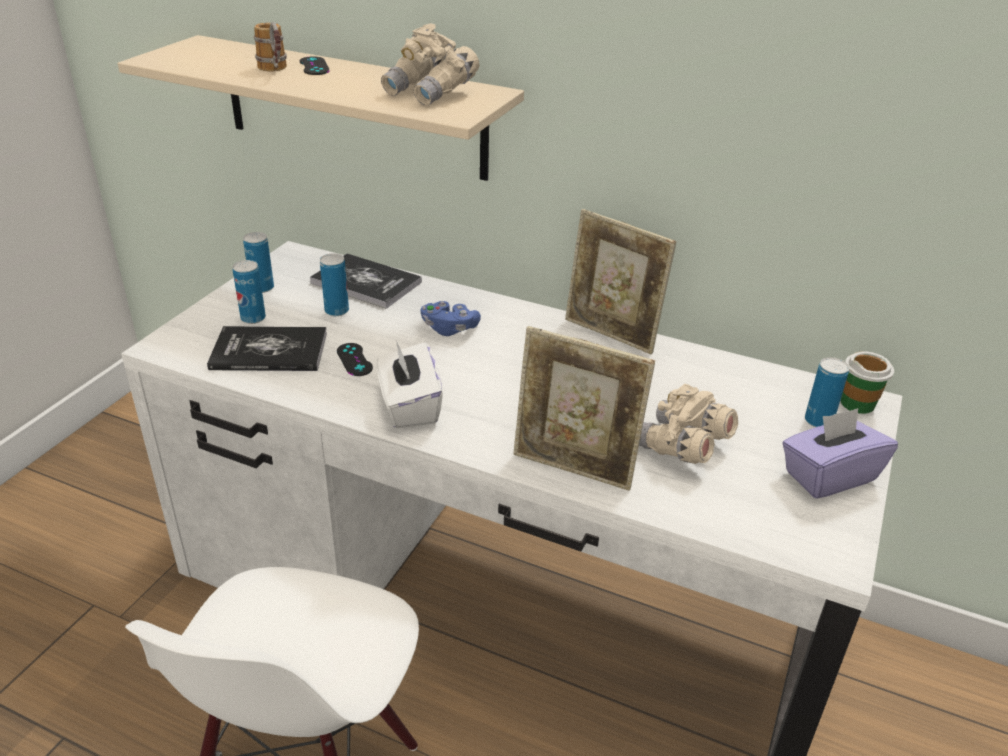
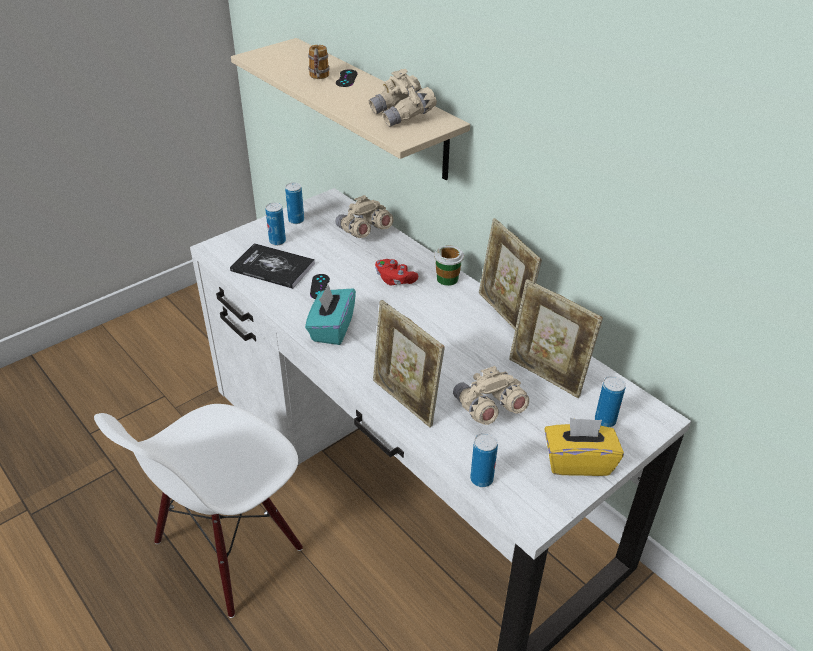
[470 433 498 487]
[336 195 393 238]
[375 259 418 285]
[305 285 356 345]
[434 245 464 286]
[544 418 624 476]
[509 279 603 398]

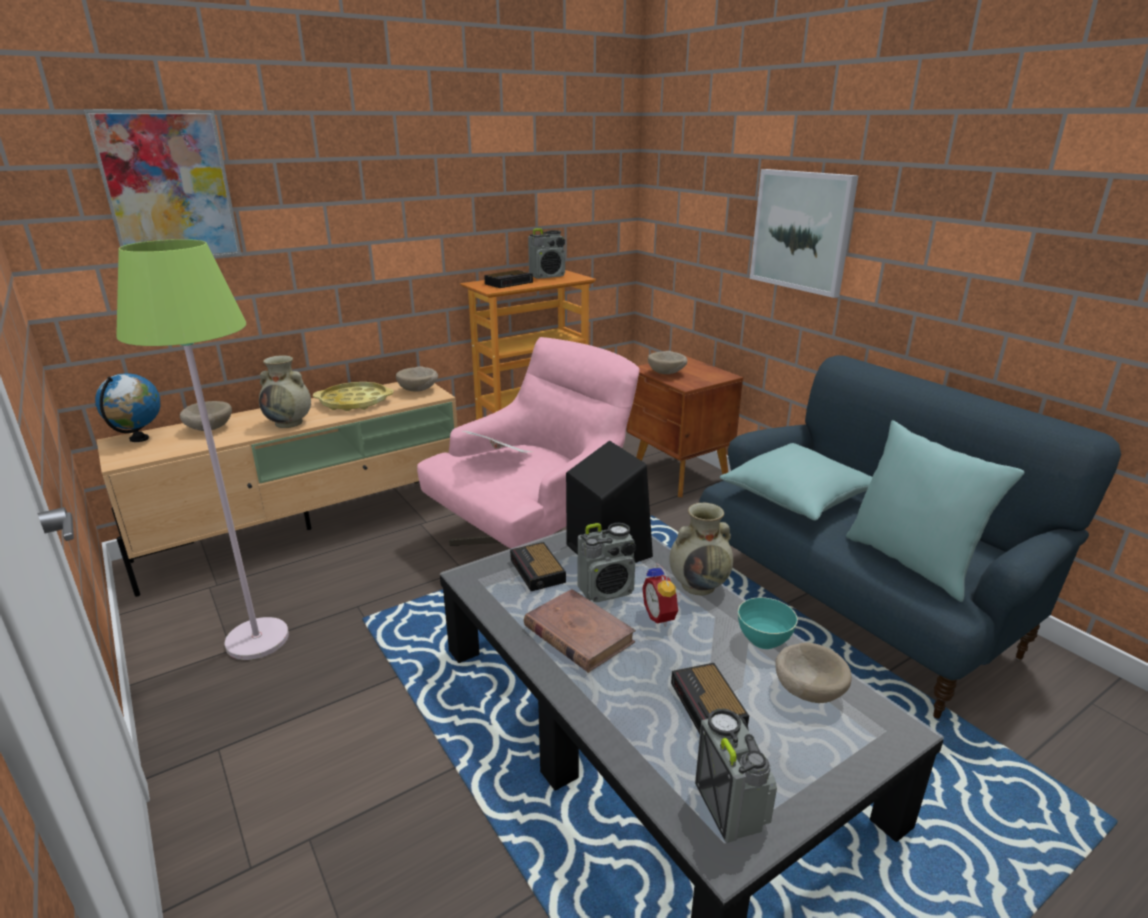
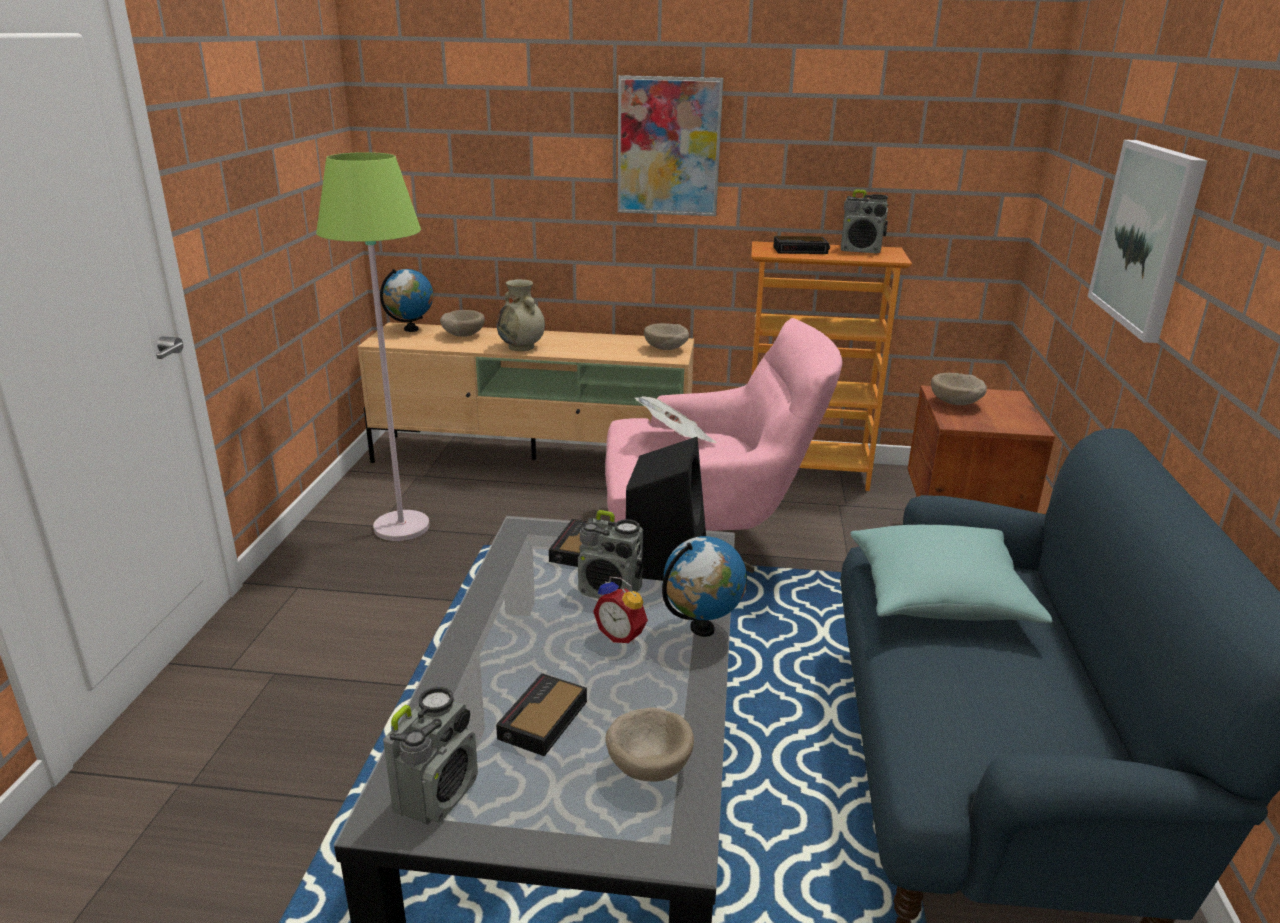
[618 75 723 216]
[313 382 394 411] (first image)
[846 420 1024 602] (first image)
[662 536 747 637]
[593 576 648 644]
[524 589 636 673] (first image)
[738 597 798 649] (first image)

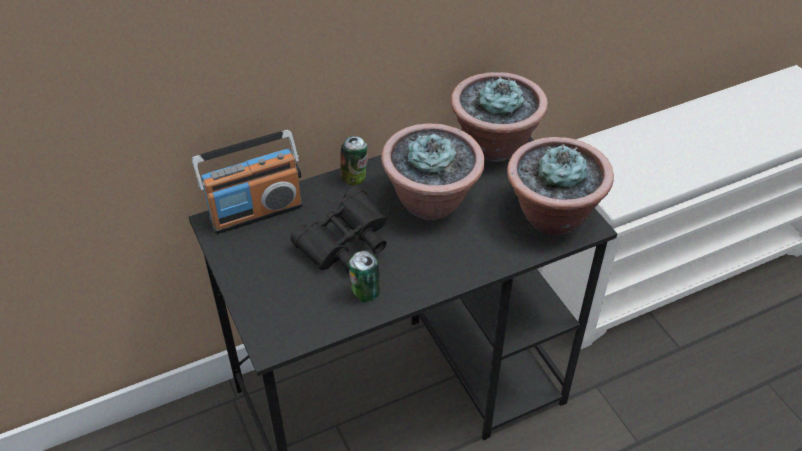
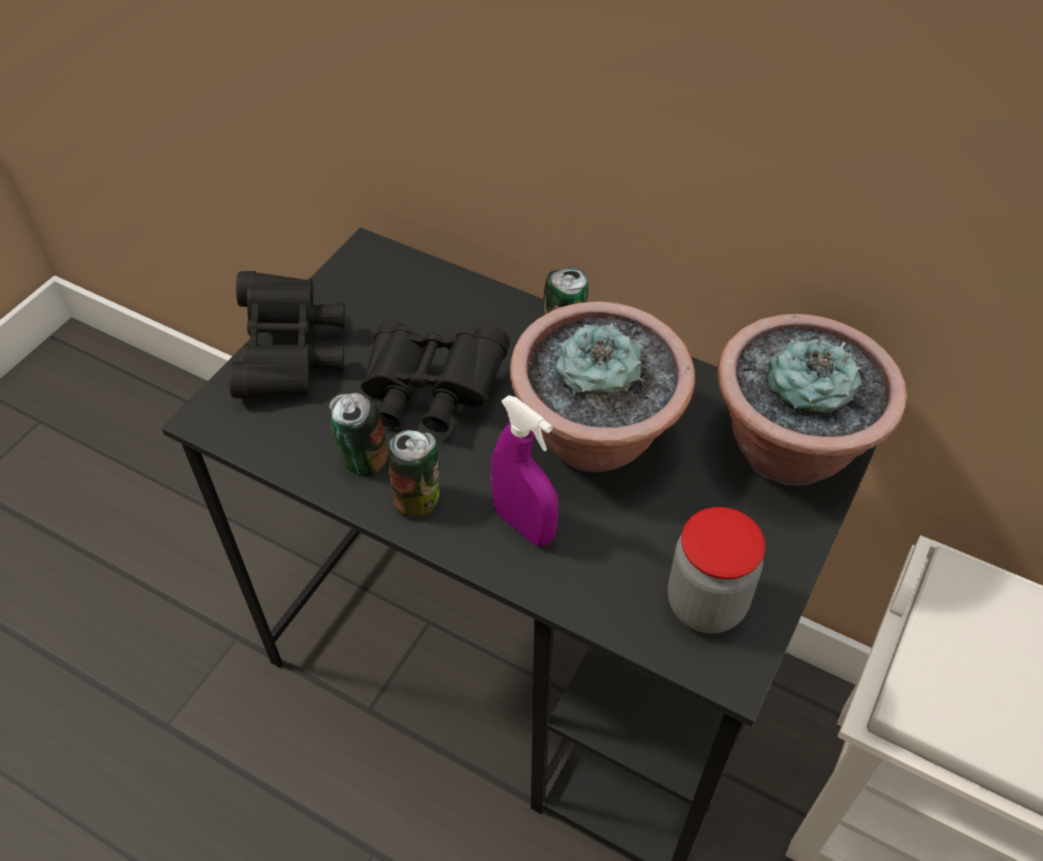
[192 130 303 234] (first image)
[668 507 765 634]
[229 271 345 399]
[491 395 558 546]
[387 430 439 517]

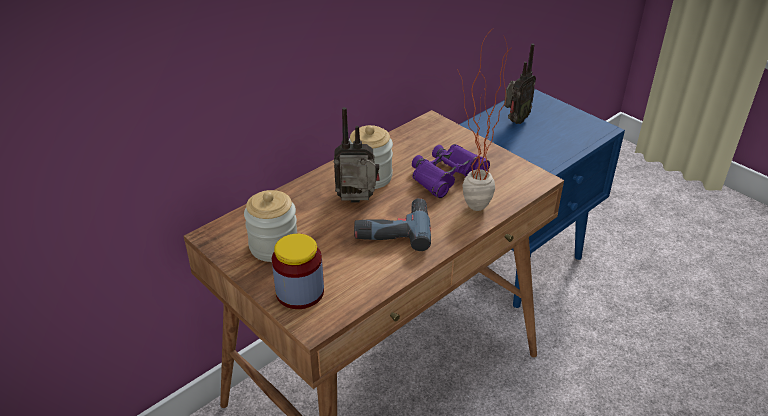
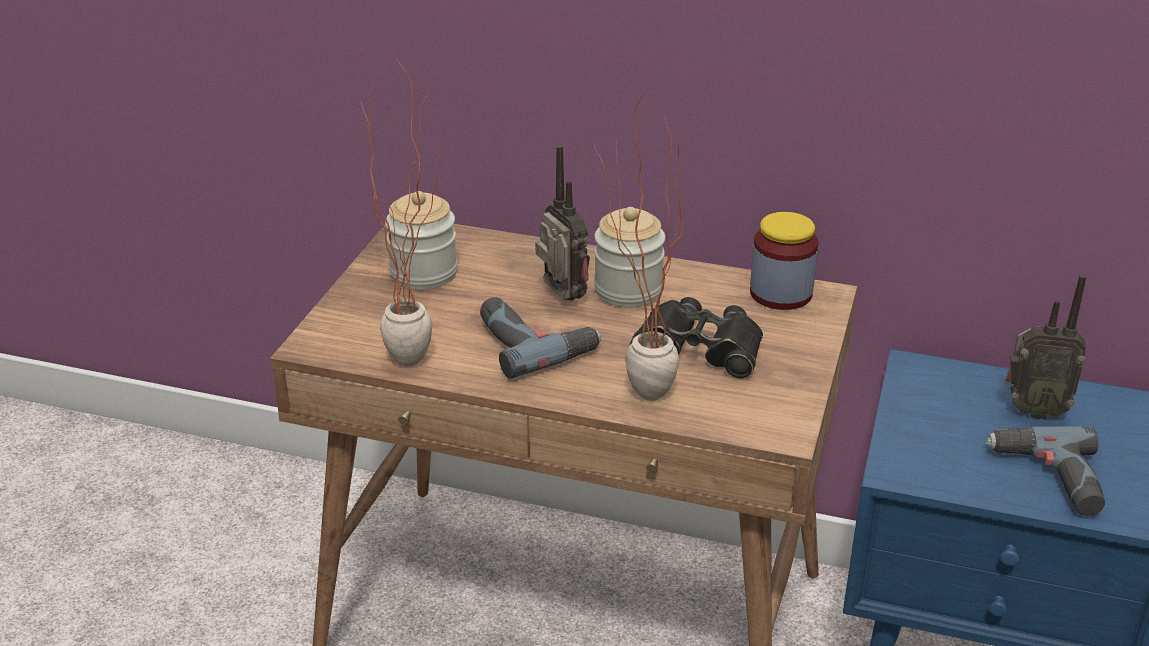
[630 297 763 379]
[750 212 819 310]
[361 60 446 367]
[986 426 1105 516]

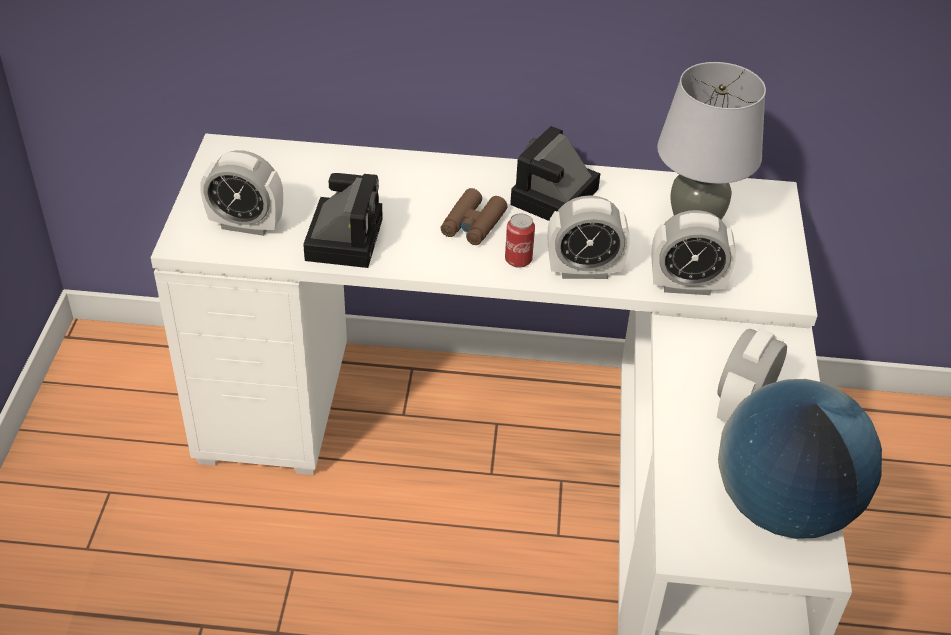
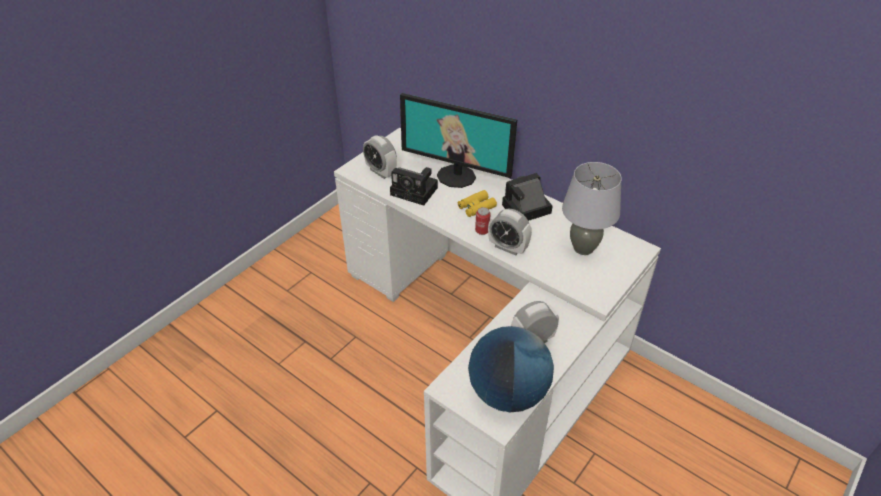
[390 167 438 206]
[458 190 497 217]
[651 210 736 295] (first image)
[400 93 517 188]

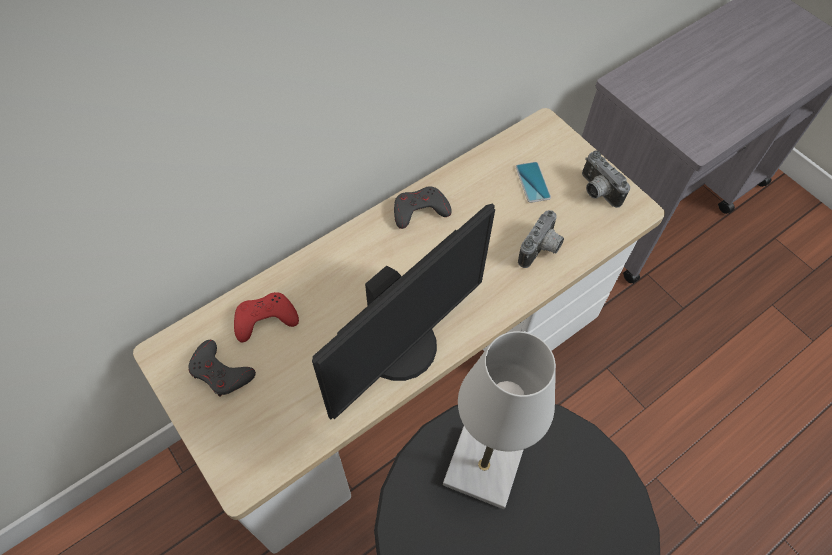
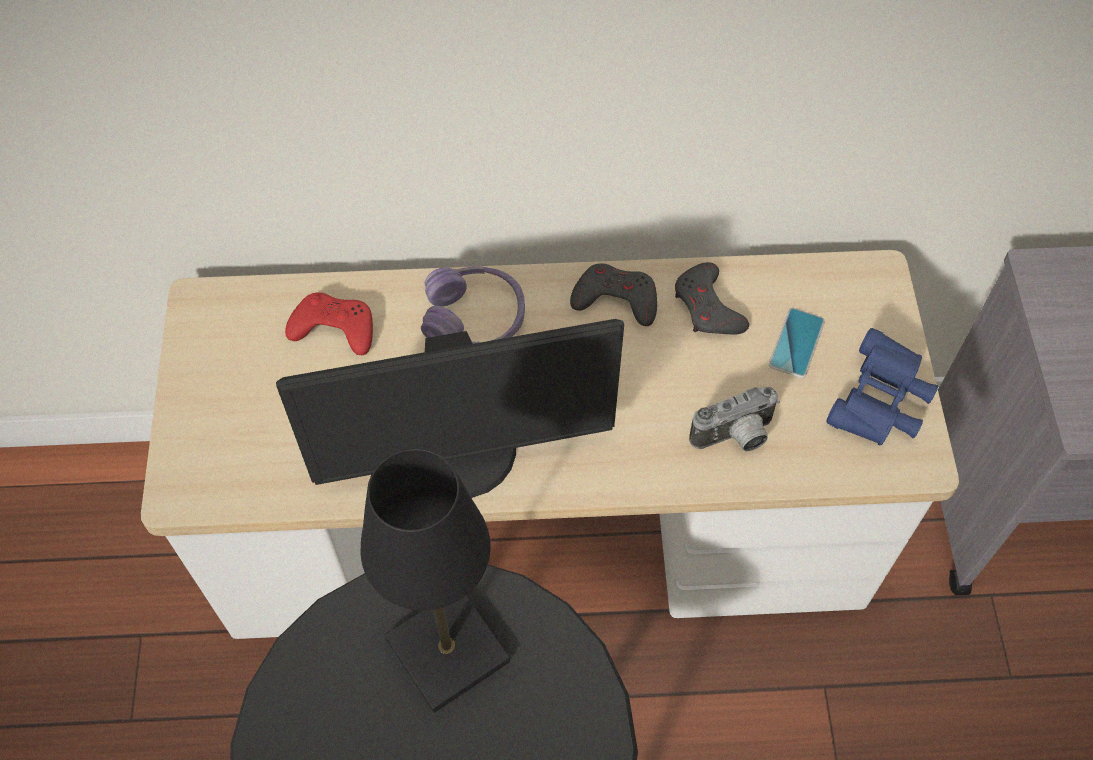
[826 328 938 445]
[361 448 510 713]
[675 262 749 334]
[421 267 525 344]

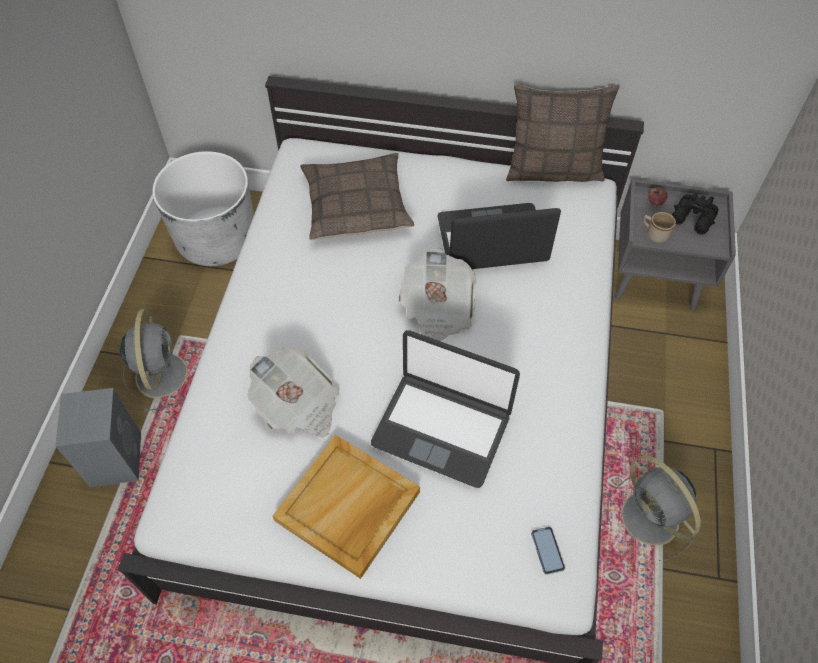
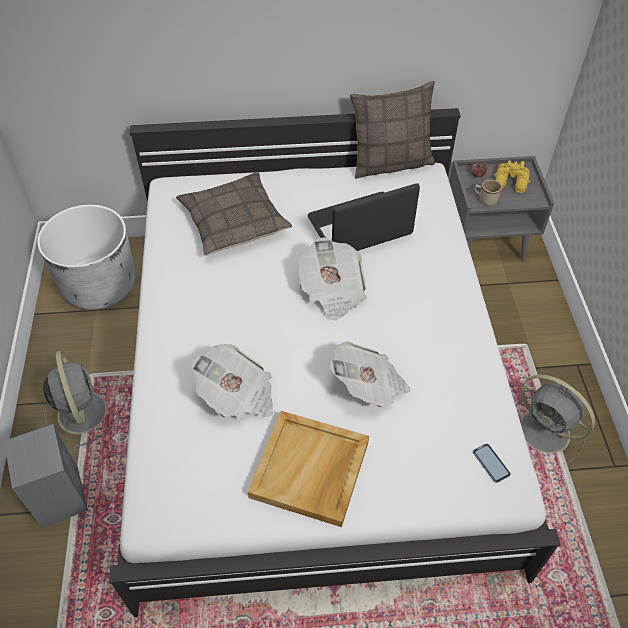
[494 160 531 193]
[329 342 410 407]

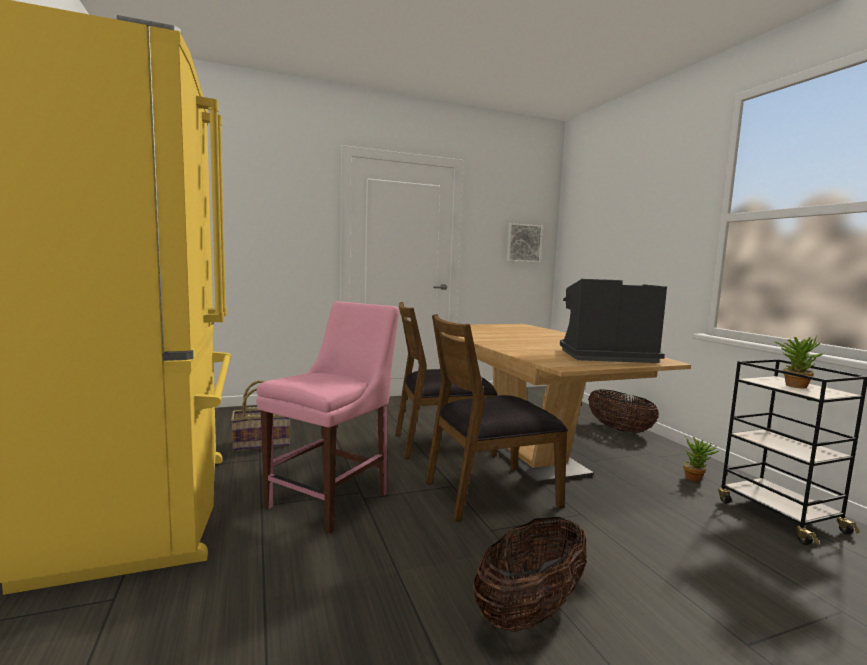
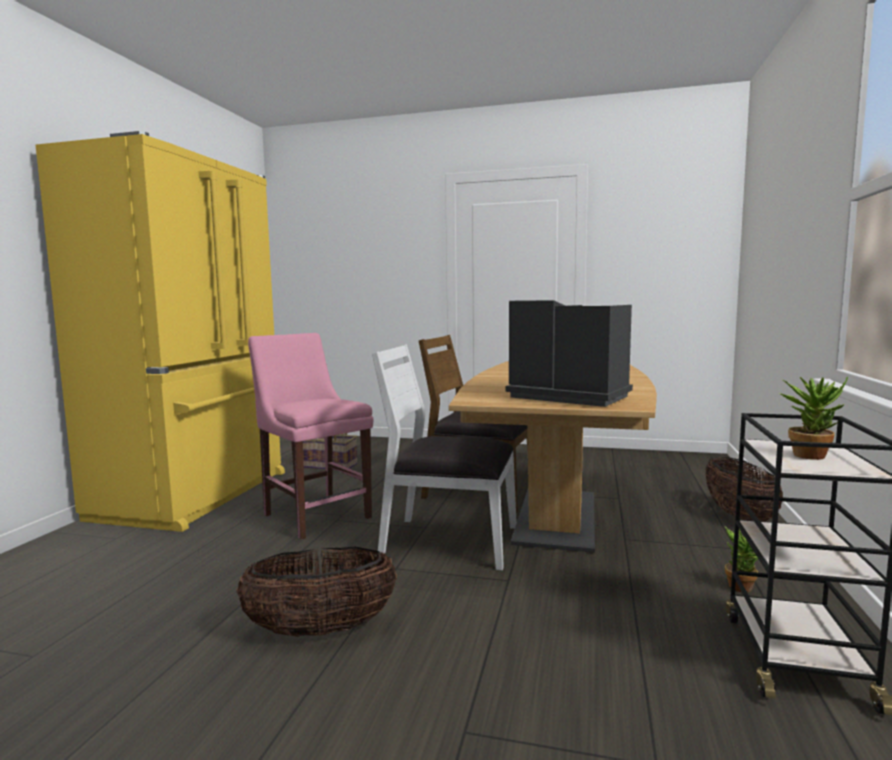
[506 223 543 262] (first image)
[248 333 374 540]
[372 344 517 571]

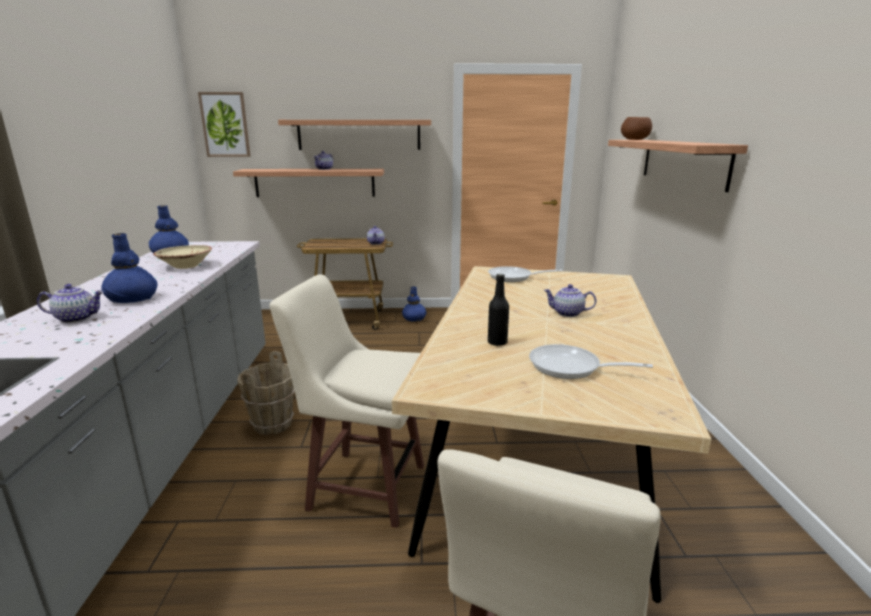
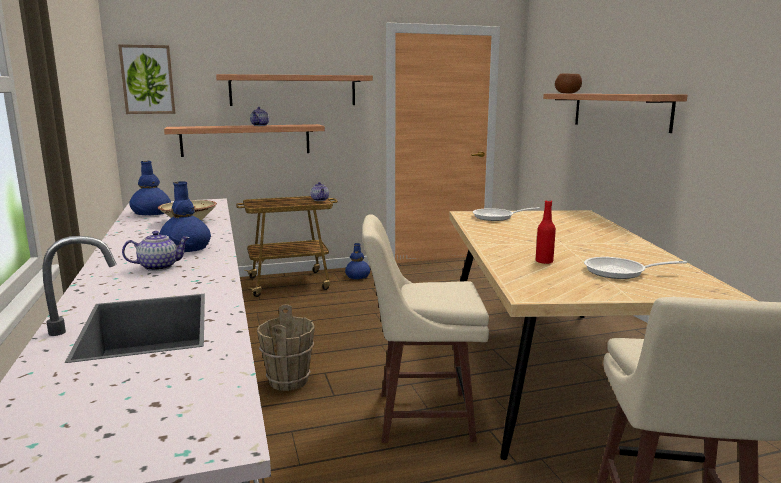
[536 200 556 264]
[544 284 596 317] (first image)

